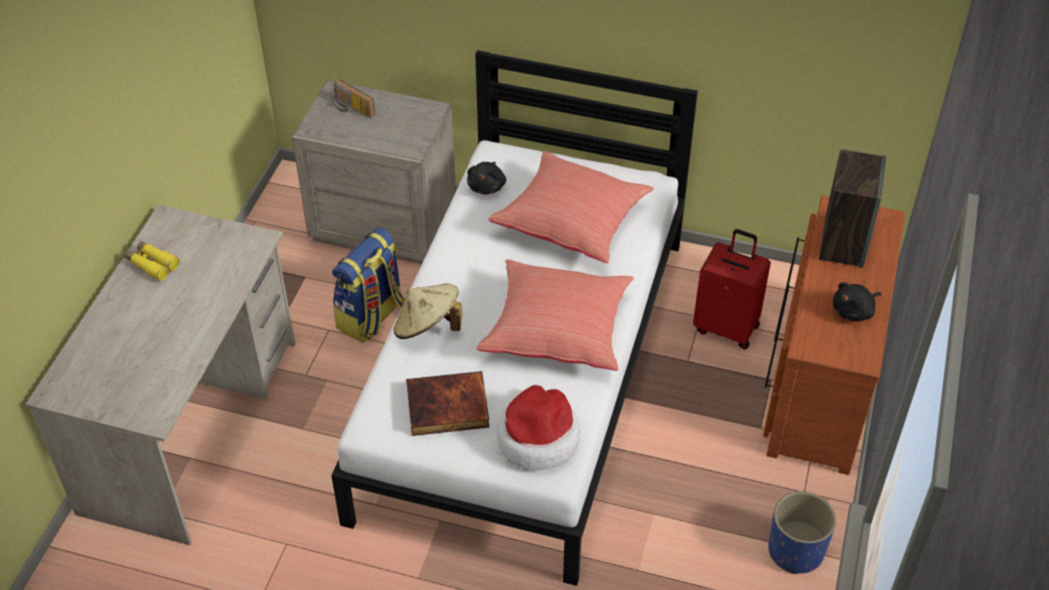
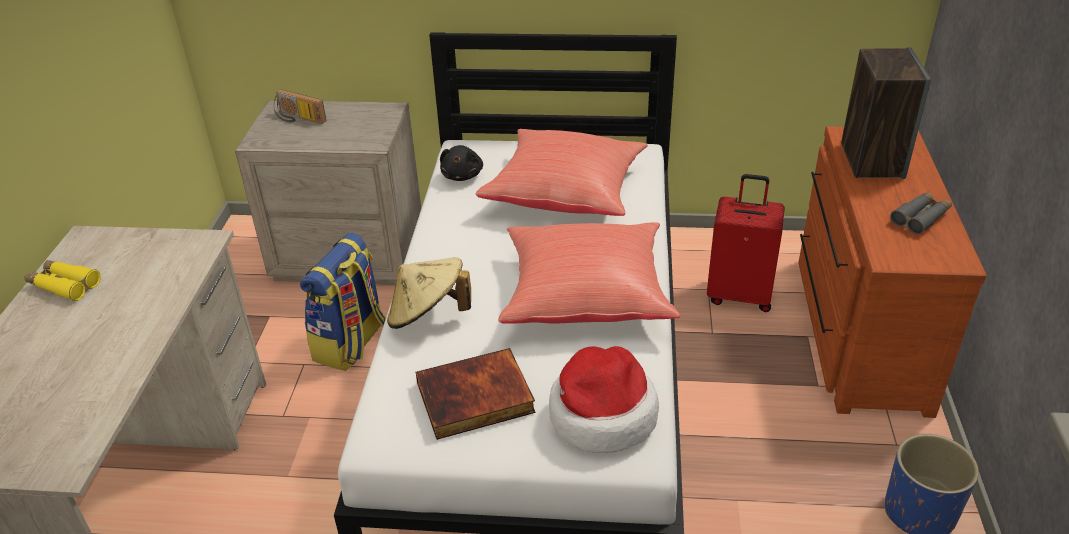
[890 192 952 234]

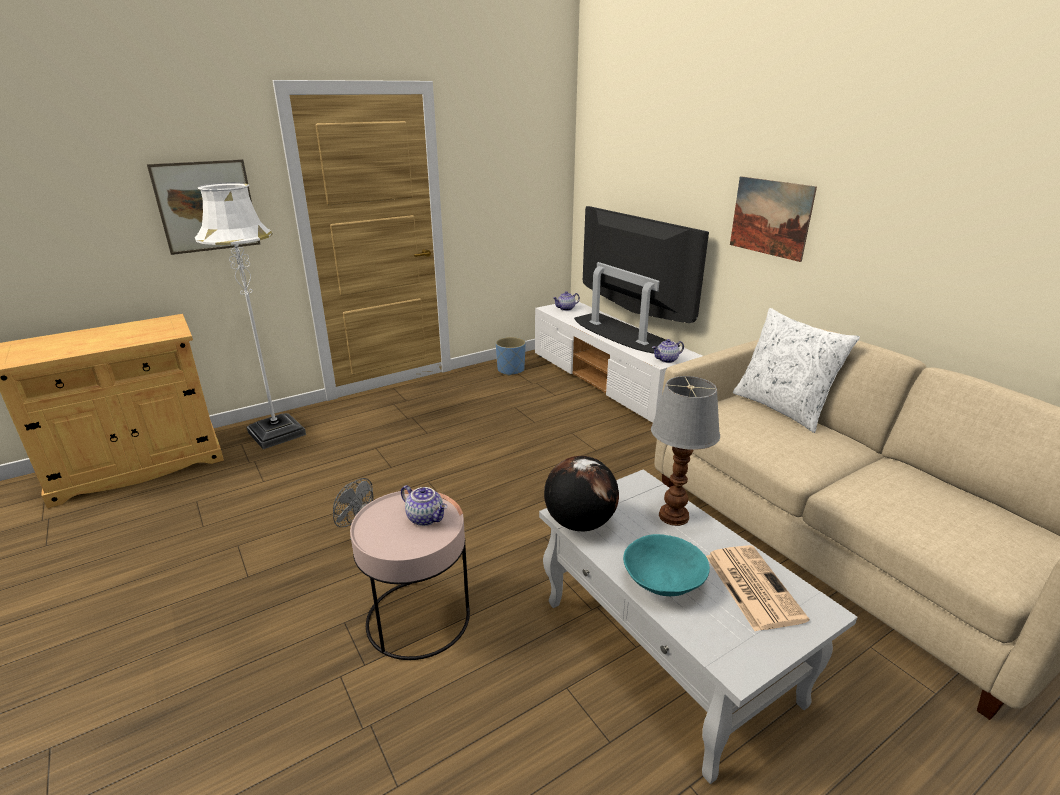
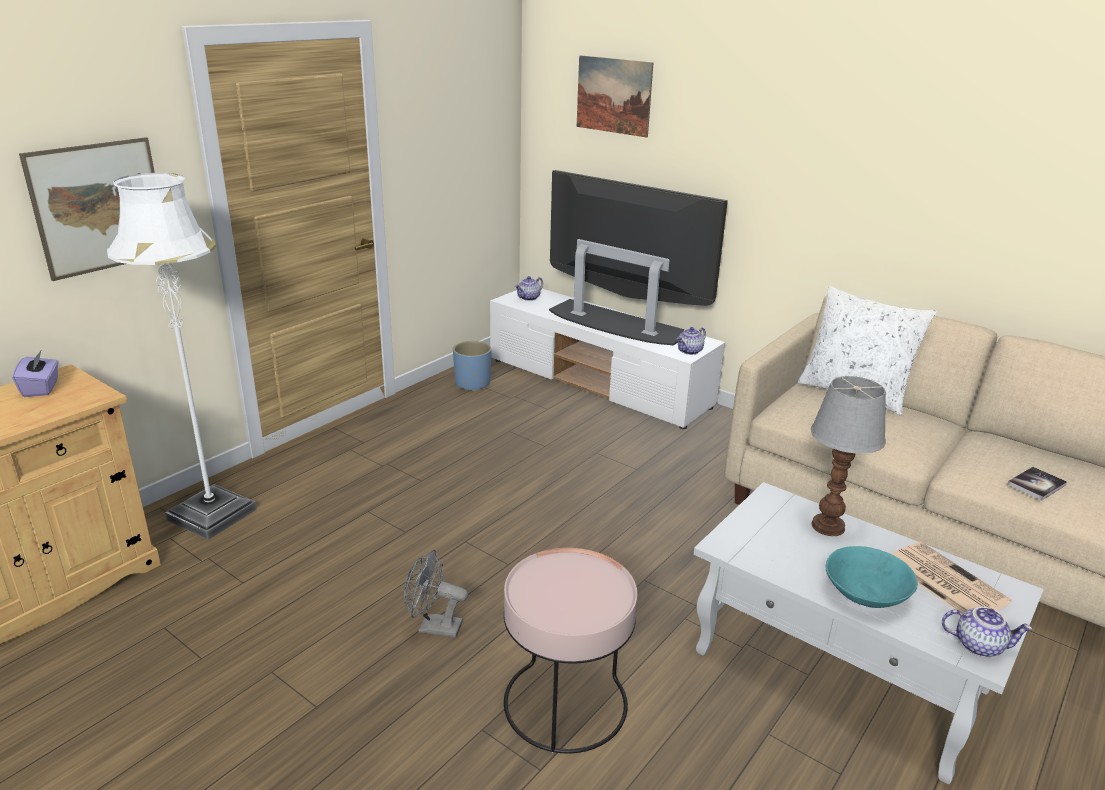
[577 55 653 138]
[544 456 619 531] (first image)
[942 607 1032 657]
[13 351 59 397]
[1007 467 1067 501]

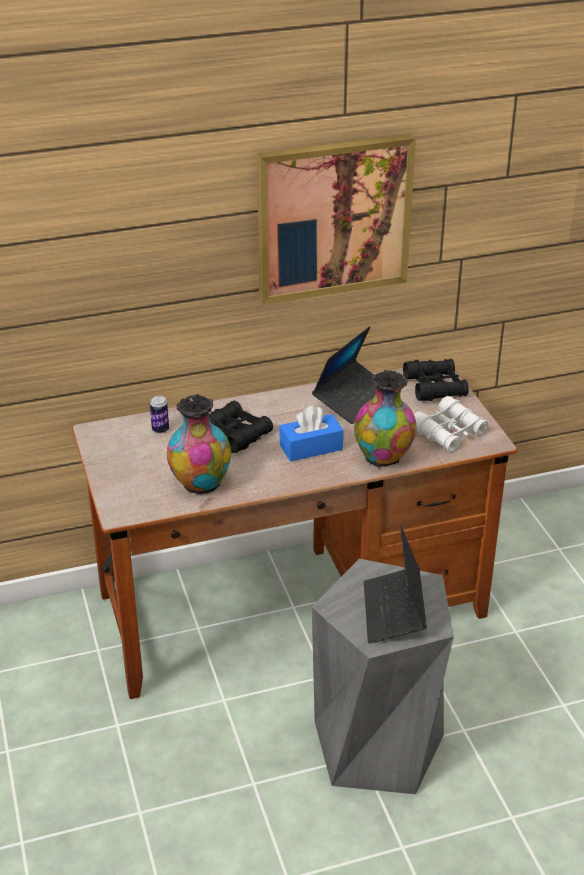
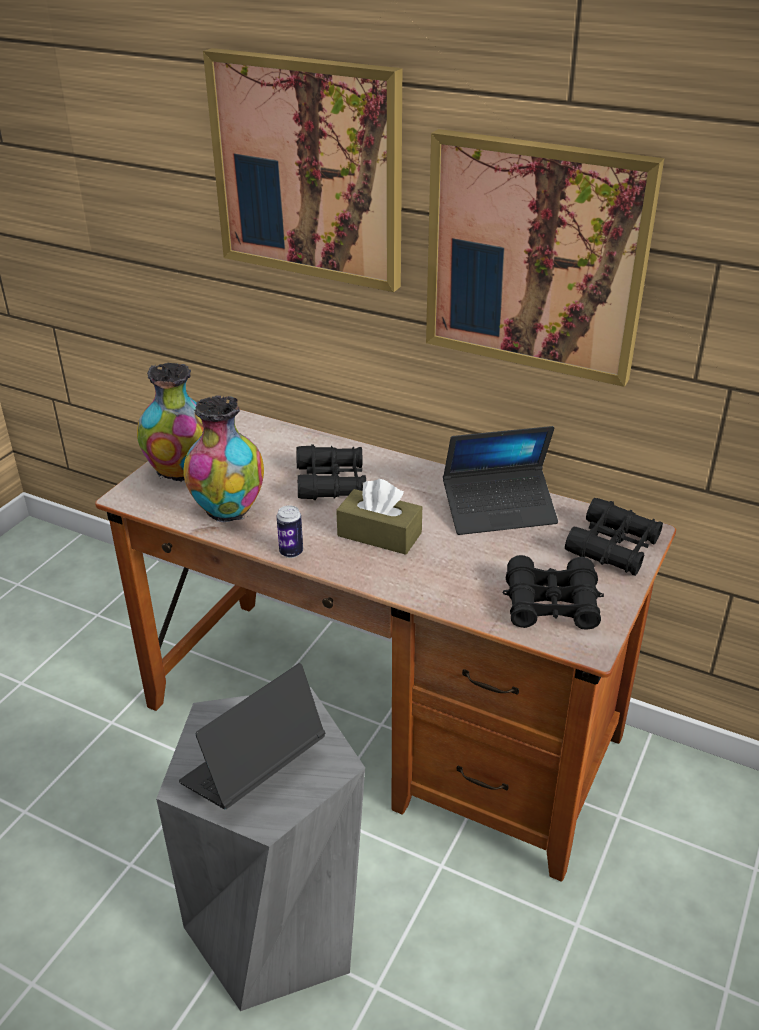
[137 362 203 482]
[277 505 303 558]
[502 555 604 630]
[336 479 422 555]
[203 48 402 292]

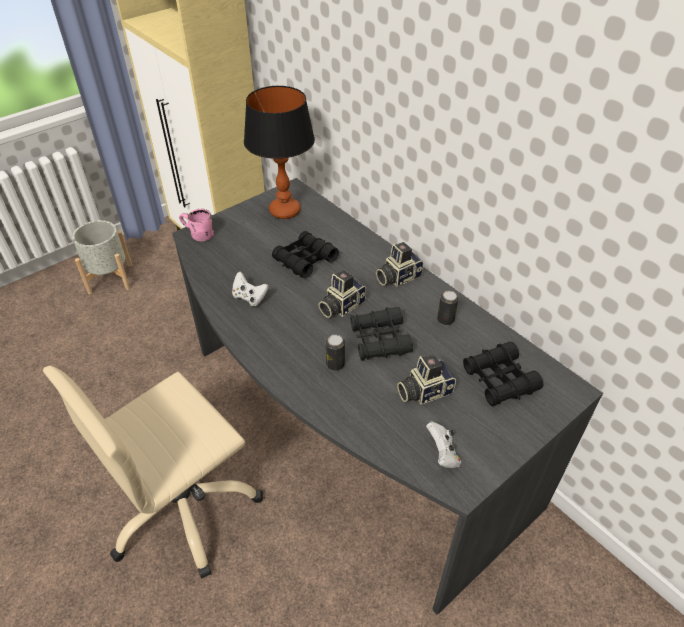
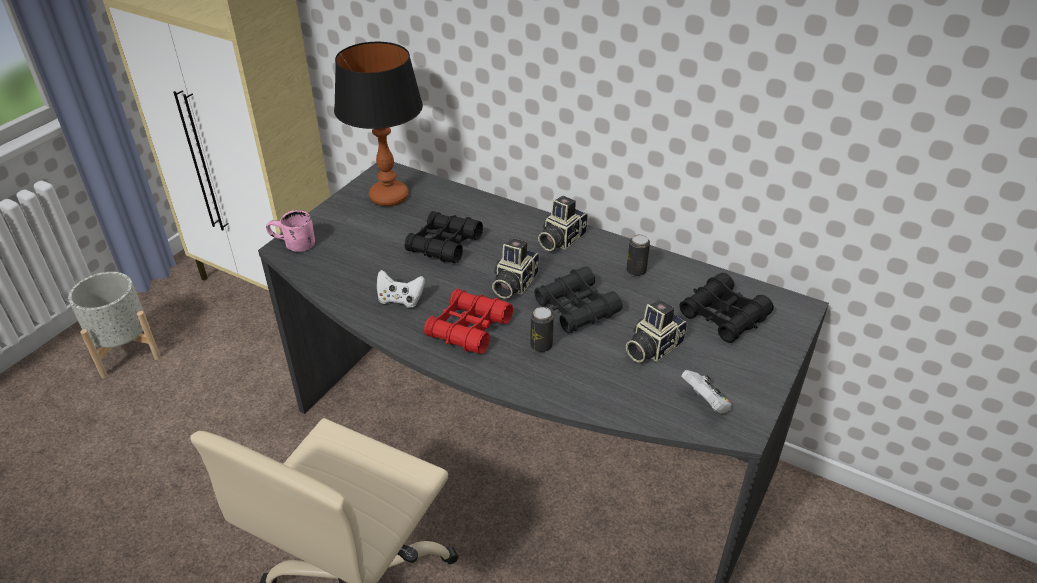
[424 289 513 354]

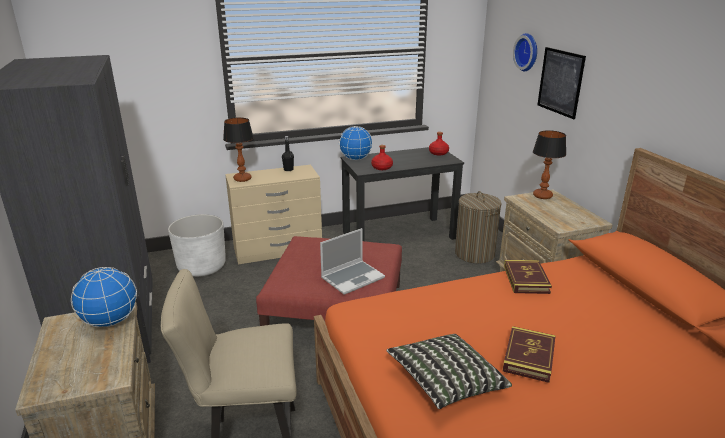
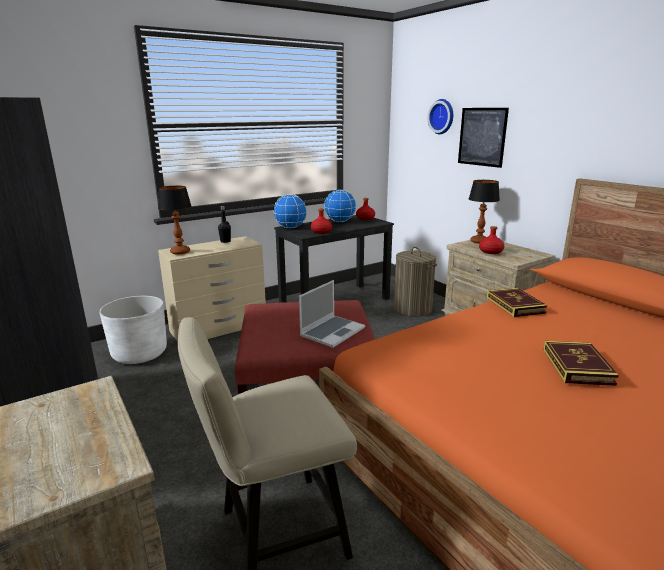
[324 190 356 222]
[386 334 512 409] (first image)
[479 226 504 254]

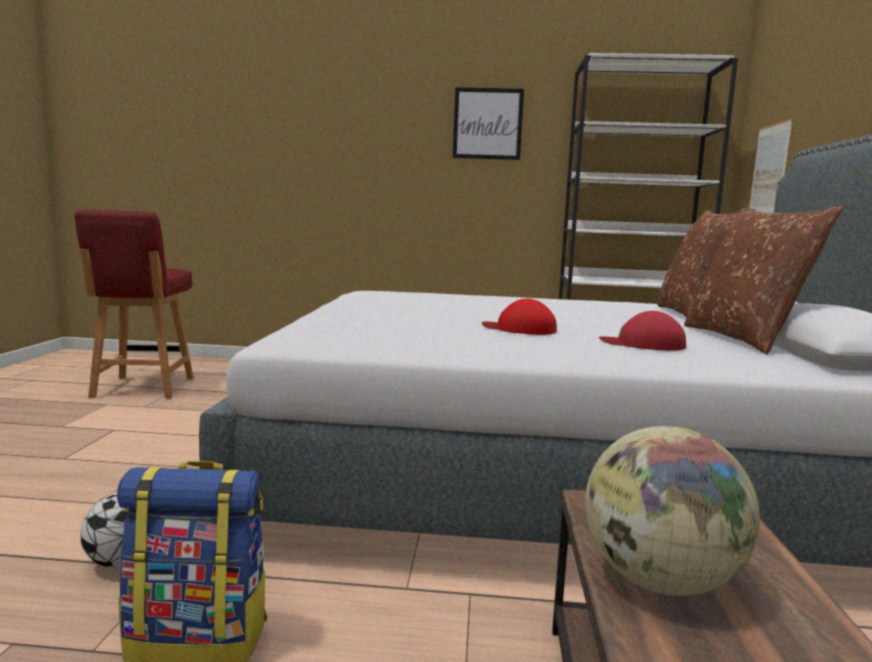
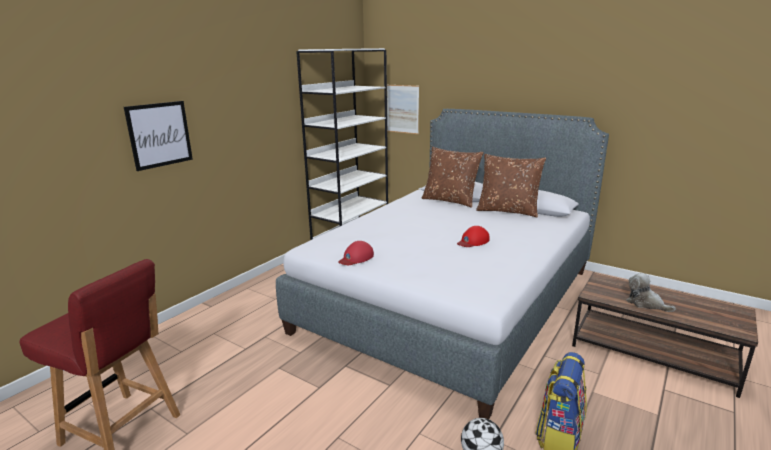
[124 101 193 171]
[339 241 374 265]
[627 273 676 312]

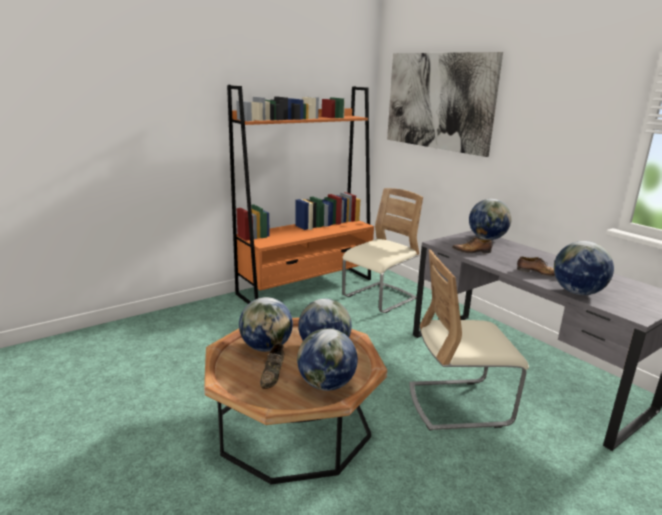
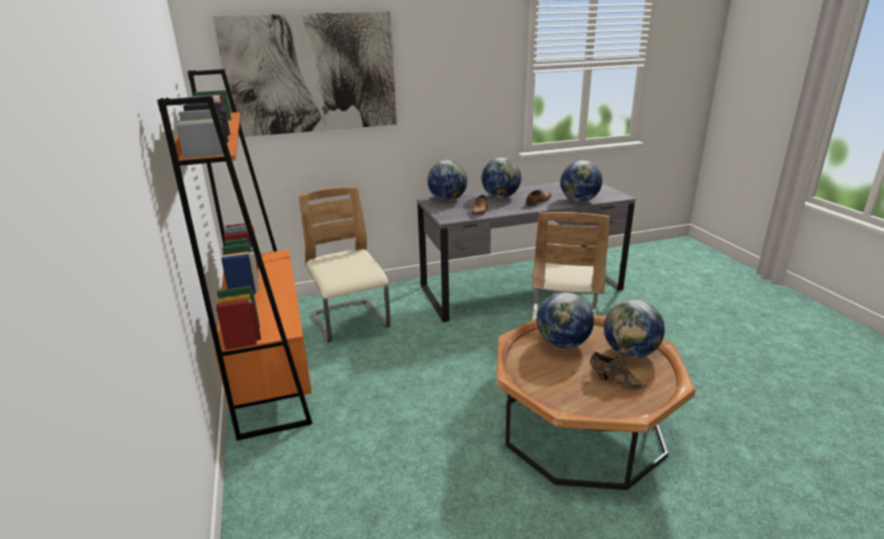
[482 158 521 198]

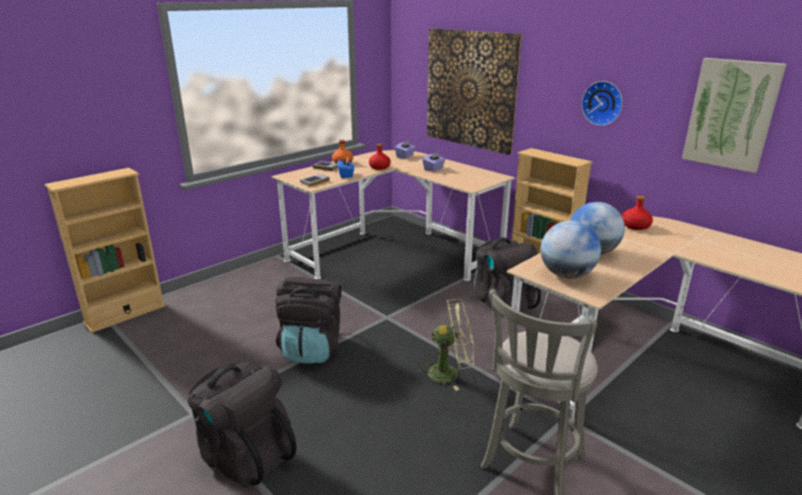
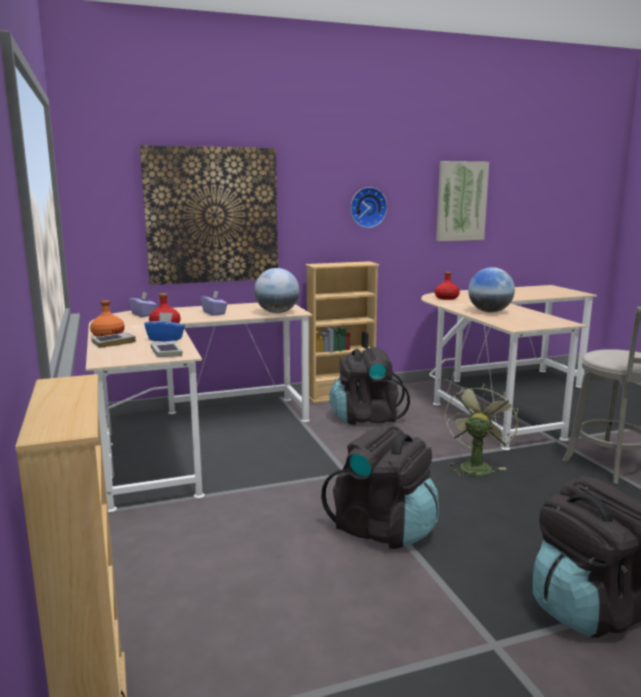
[254 268 300 313]

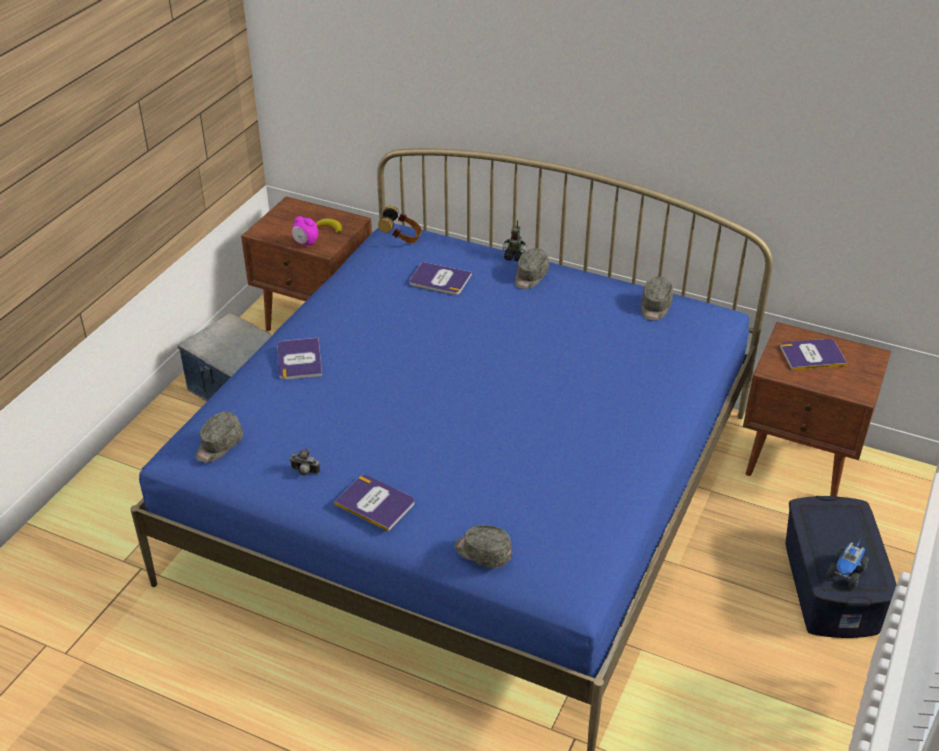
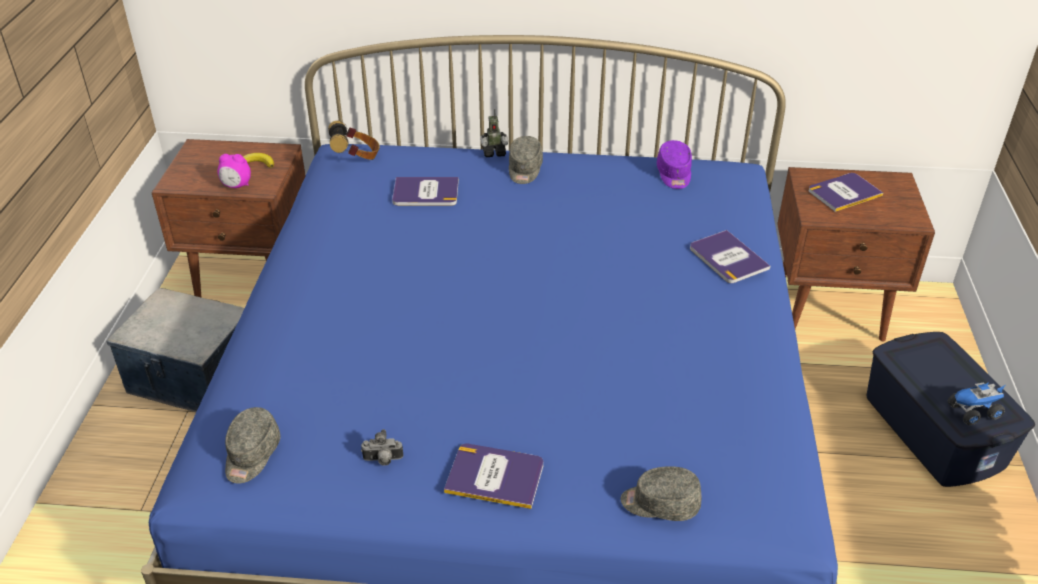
[657 140 692 189]
[690 230 770 283]
[948 382 1005 425]

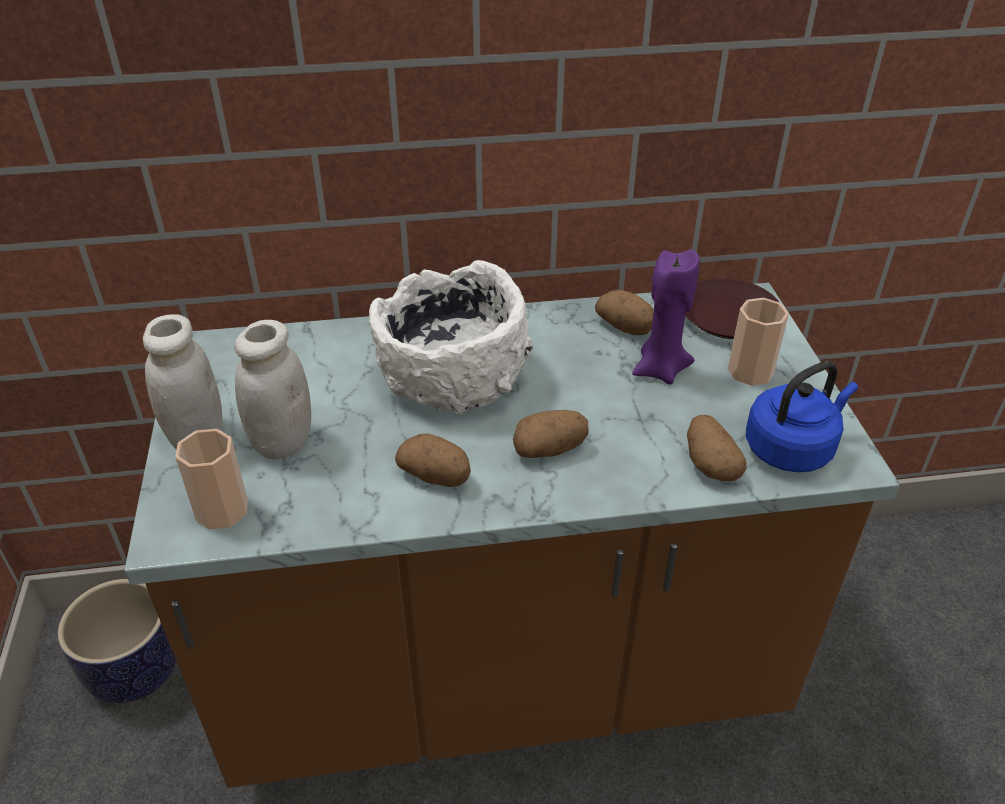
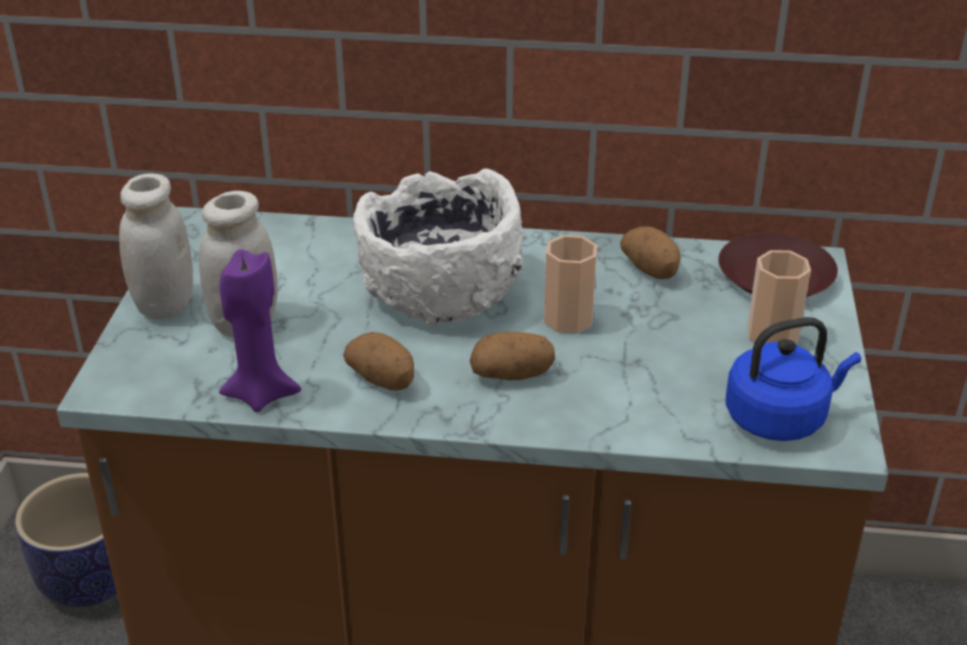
[219 249 301 412]
[687 415 747 481] (first image)
[544 235 597 334]

